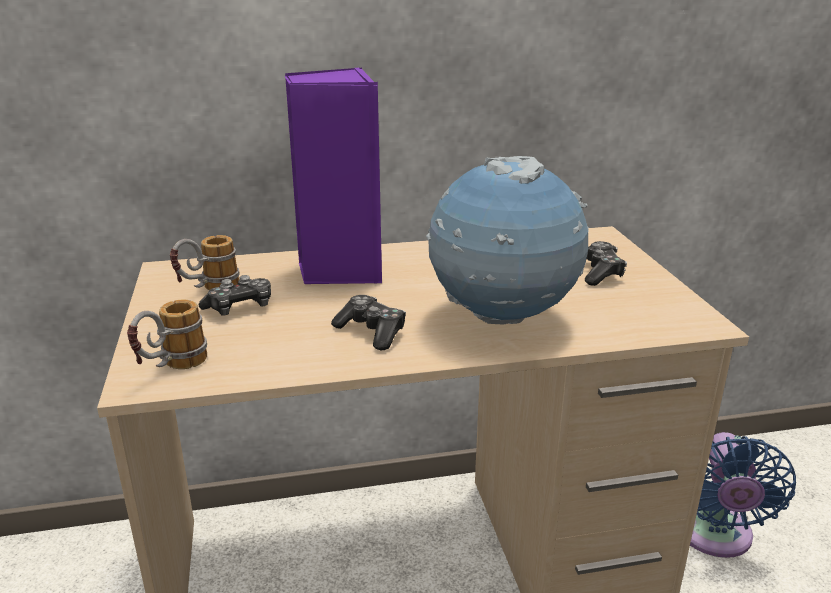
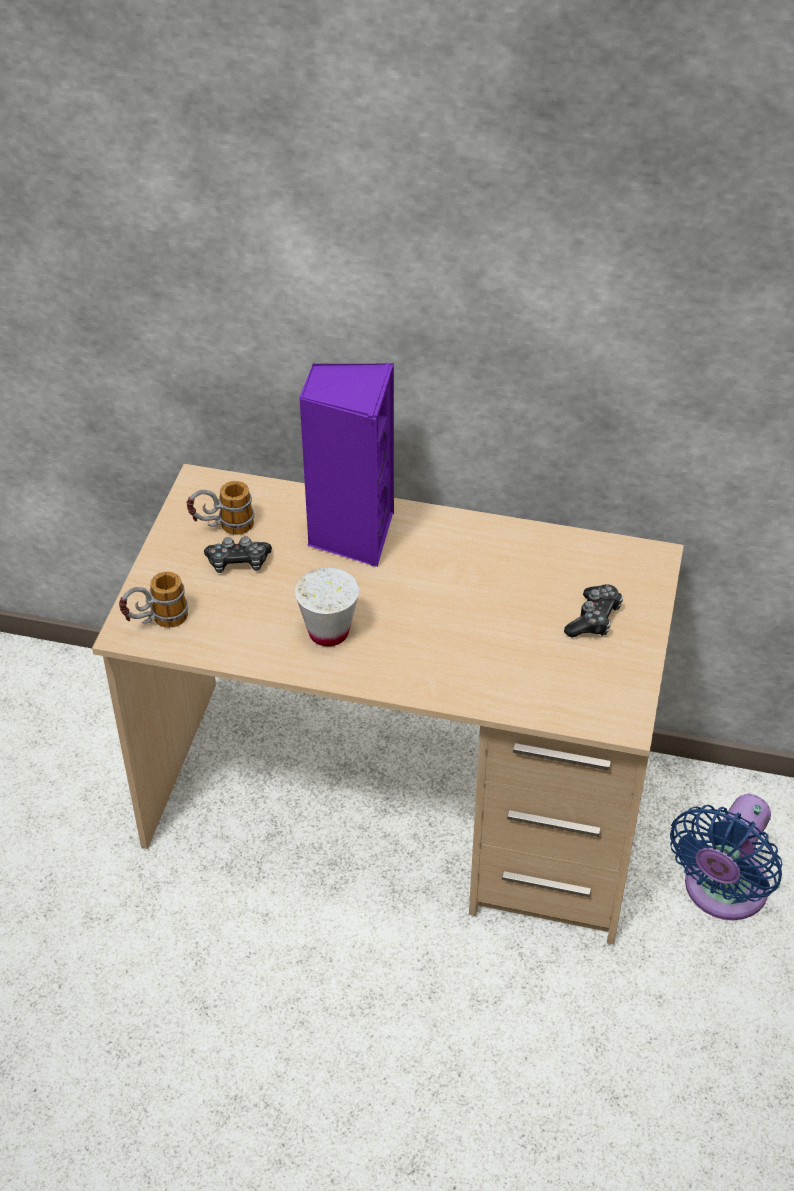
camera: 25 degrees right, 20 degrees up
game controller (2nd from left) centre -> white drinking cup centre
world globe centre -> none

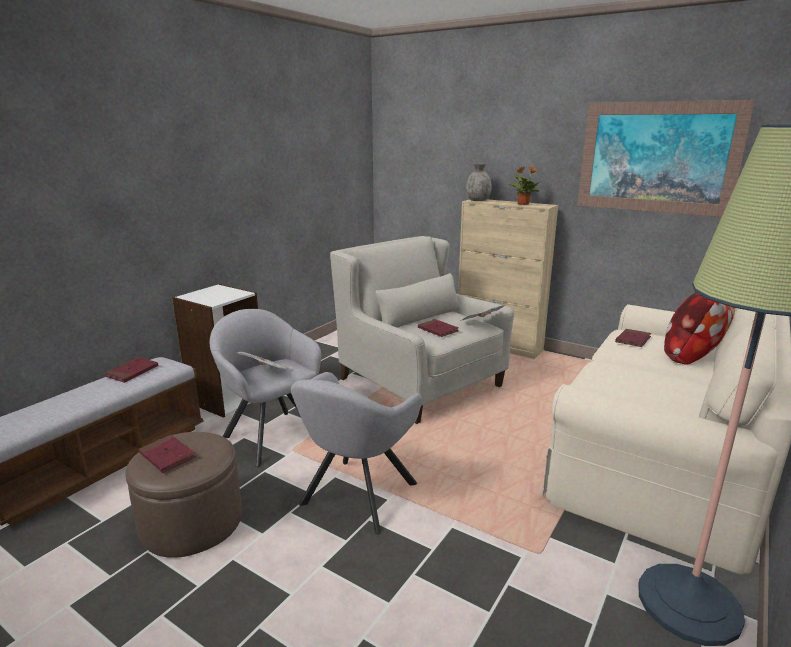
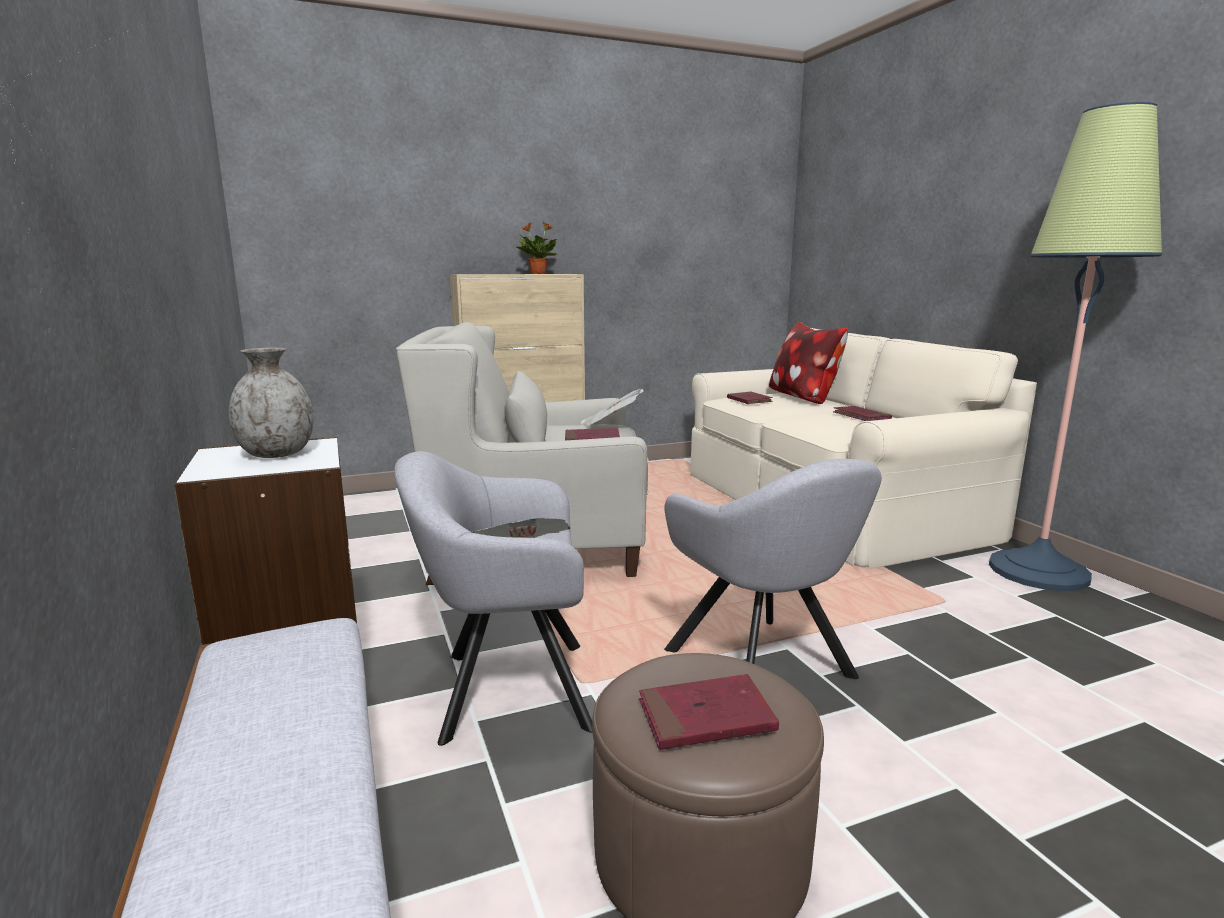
camera: 55 degrees left, 5 degrees down
gray flower vase top centre -> gray flower vase middle left, move
red volume (1st from left in the first image) middle left -> red volume (4th from left) middle right, move
wall picture top right -> none

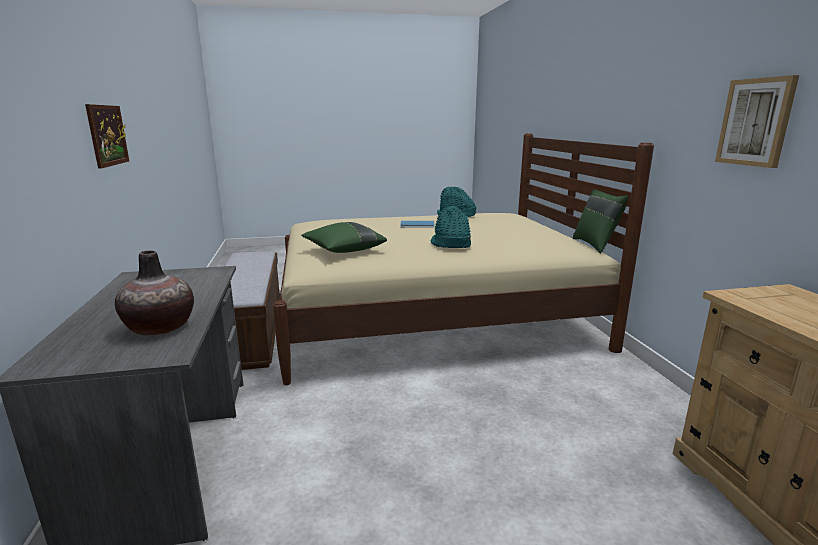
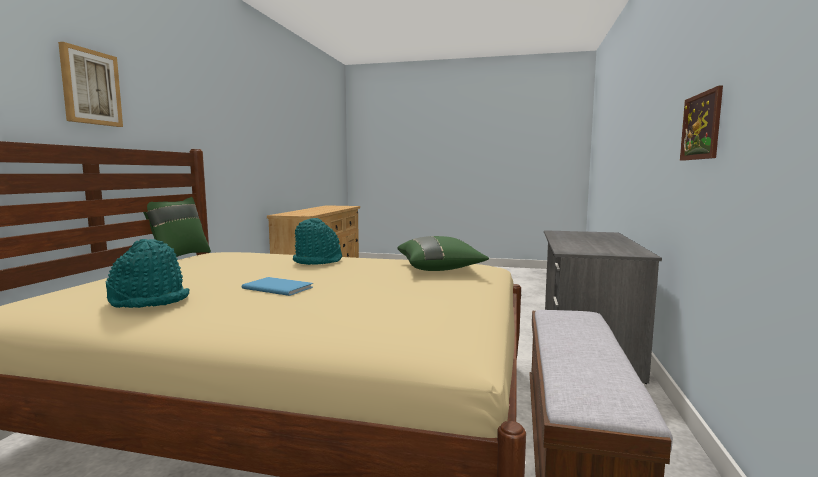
camera: 155 degrees left, 10 degrees down
wall picture (2nd from left in the first image) top right -> wall picture (1st from left) top left, move
flower vase middle left -> none

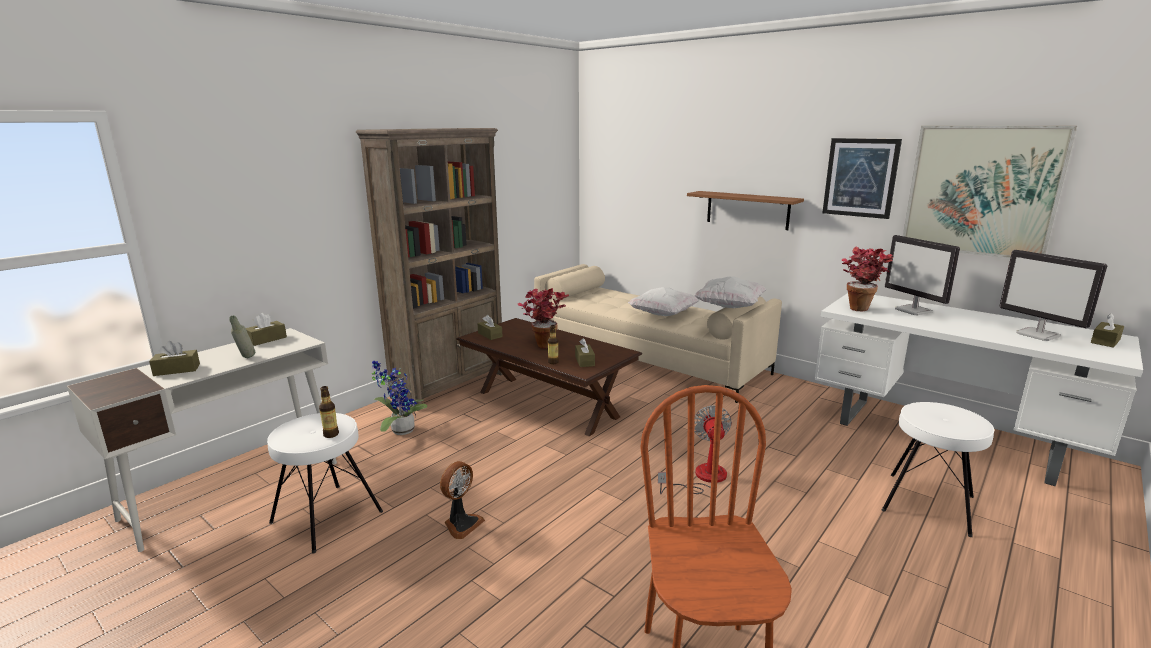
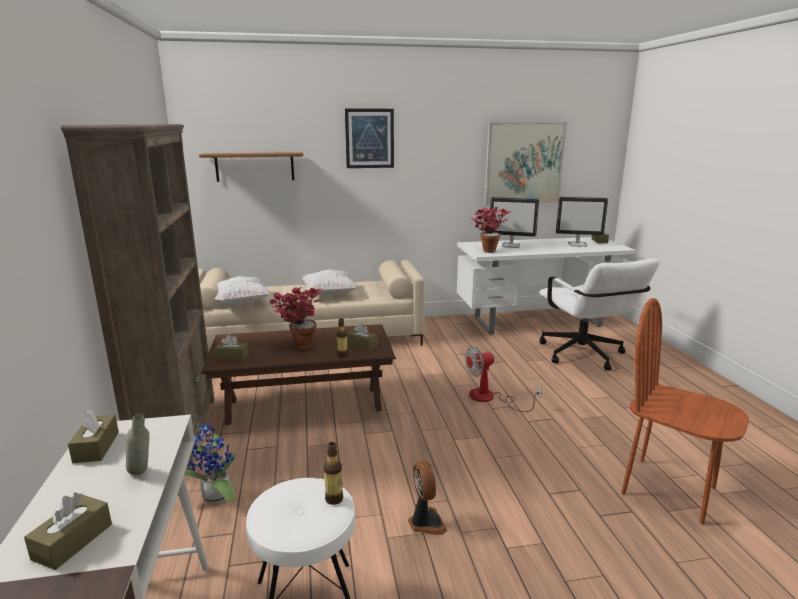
camera: 50 degrees left, 0 degrees up
brown wall shelf top centre -> brown wall shelf top left, move
white cushion (2nd from left in the first image) centre -> white cushion (1st from left) middle left, move
wall picture (1st from left) top right -> wall picture (1st from left) top centre, move
fan (2nd from left) bottom centre -> fan (2nd from left) centre, 60 degrees counterclockwise
white stool seat (2nd from left) bottom right -> white office chair middle right

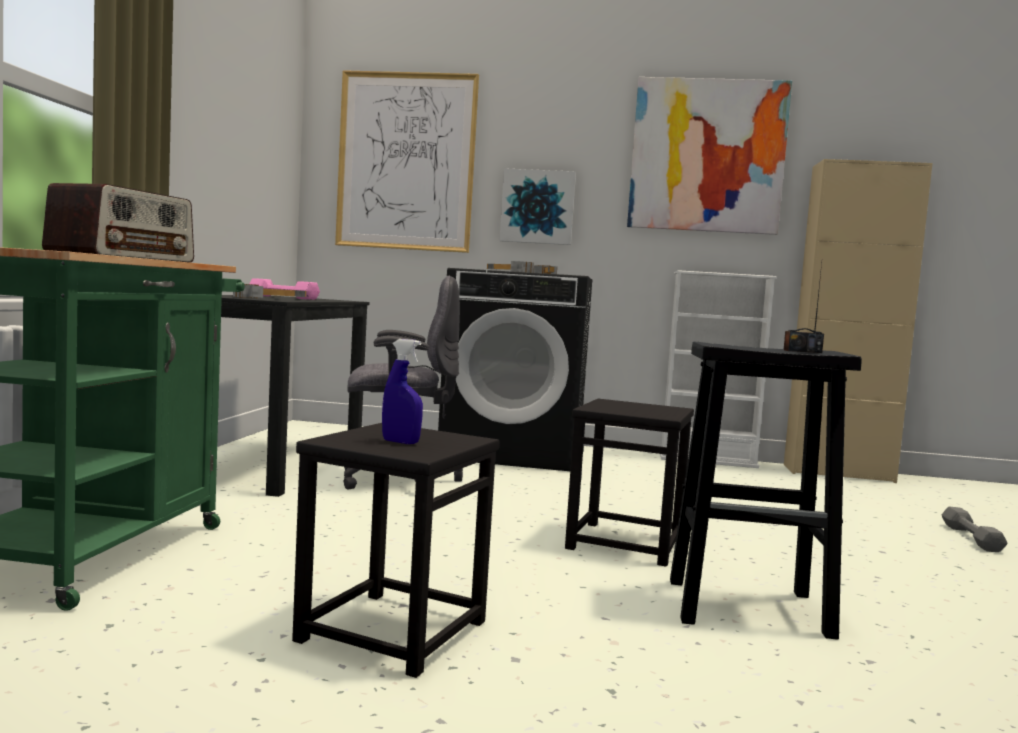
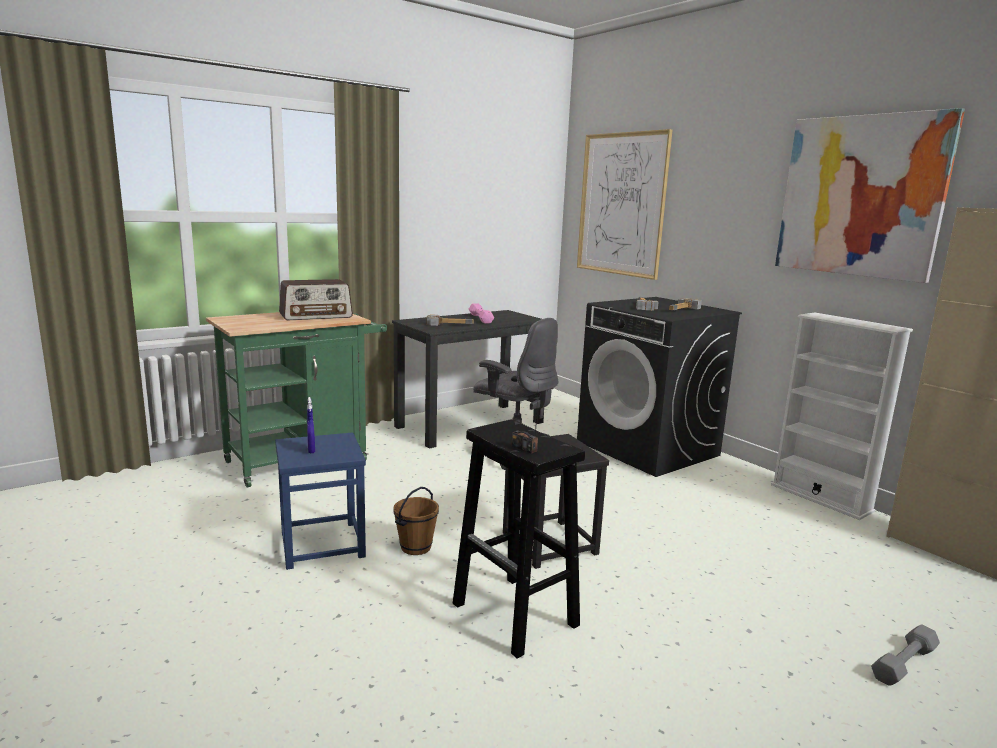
camera: 45 degrees right, 10 degrees up
blackish stool seat (1st from left) bottom centre -> bluish stool seat bottom left
none -> brown pail bottom centre
wall picture (2nd from left) top centre -> none

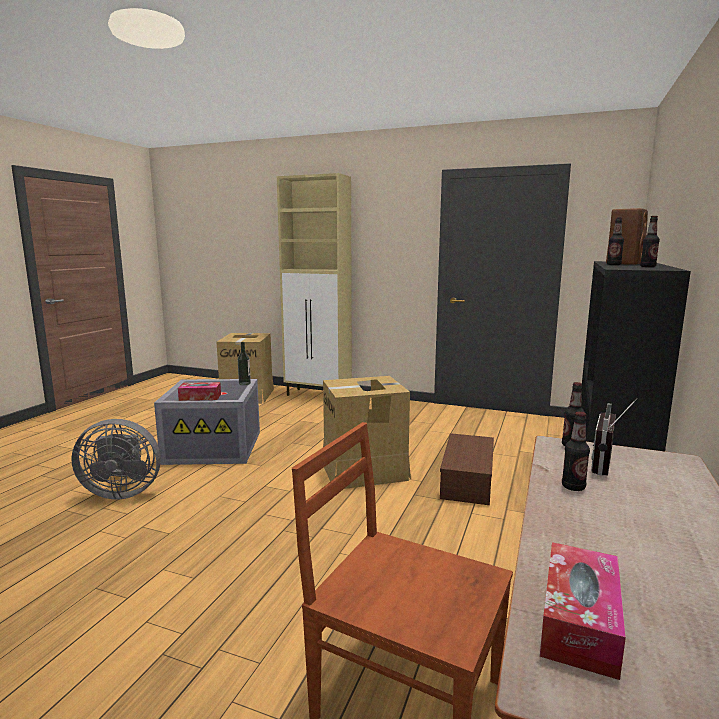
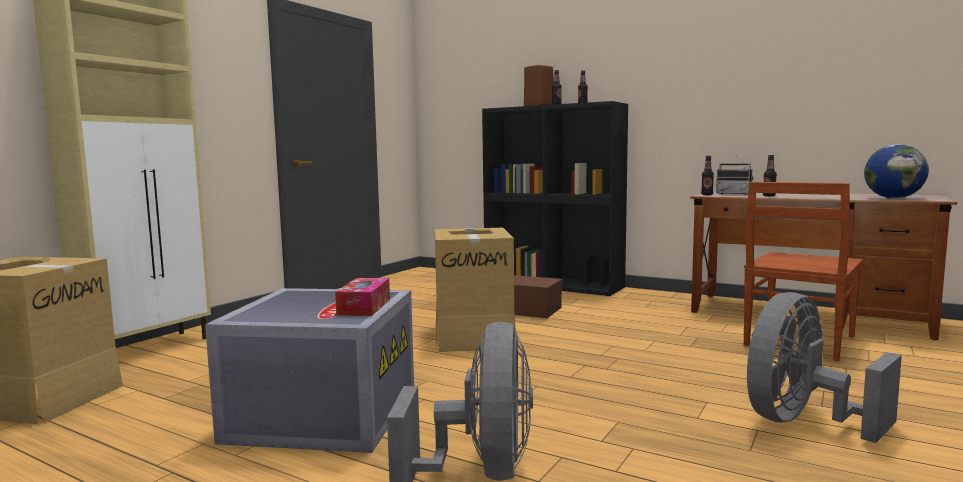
camera: 80 degrees left, 5 degrees down
none -> gray fan (2nd from left) bottom right
tissue box (2nd from left) bottom right -> world globe middle right
drink bottle (1st from left) centre -> none

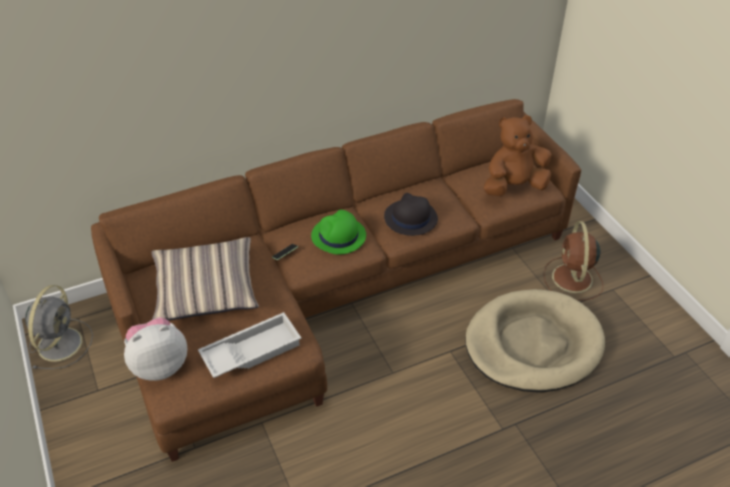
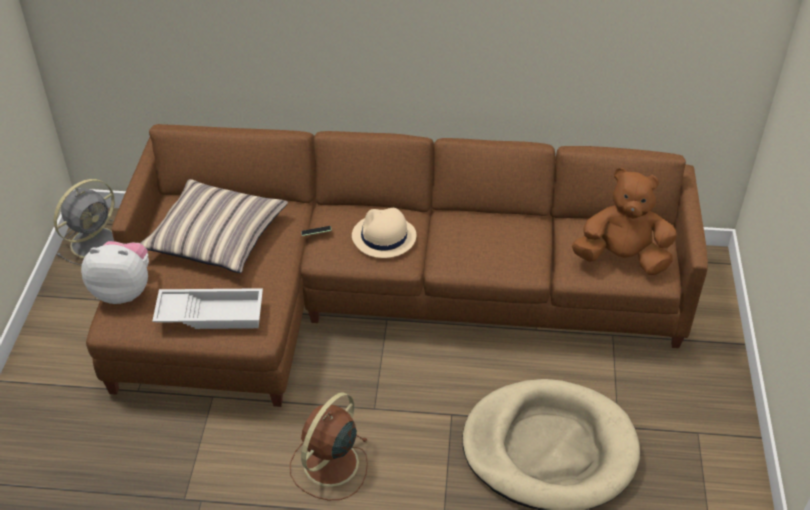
camera: 30 degrees right, 0 degrees up
brown fan middle right -> brown fan bottom centre, move
green-coloured clothing hat centre -> sand-coloured clothing hat centre
blackish clothing hat centre -> none

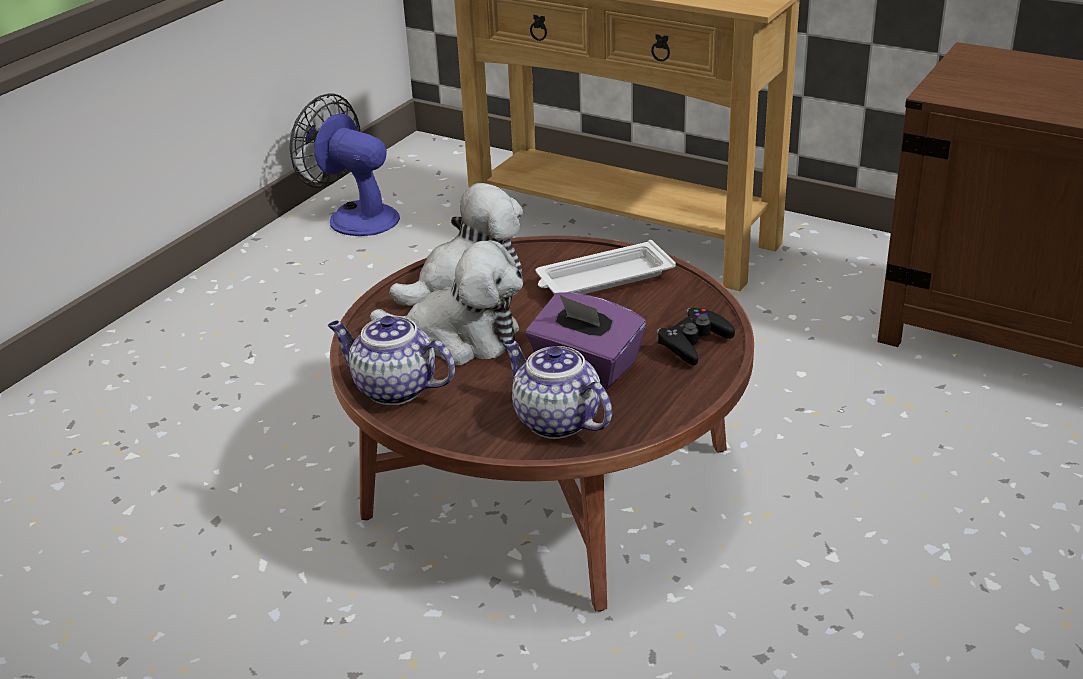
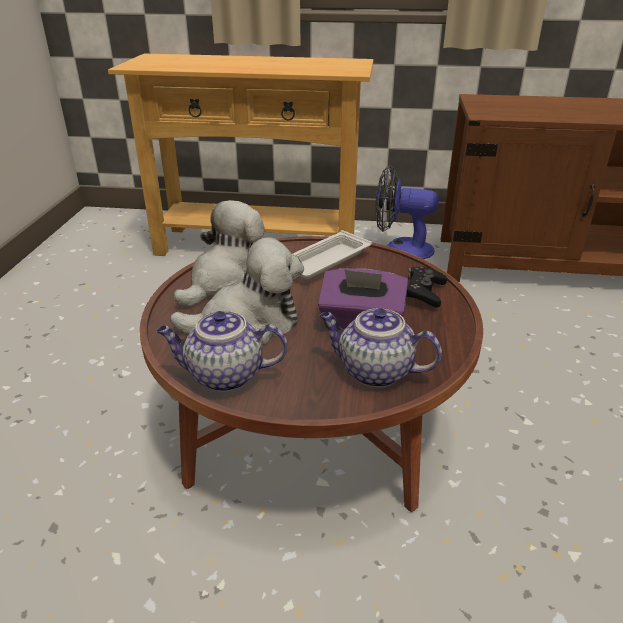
camera: 25 degrees left, 0 degrees up
fan top left -> fan centre, move

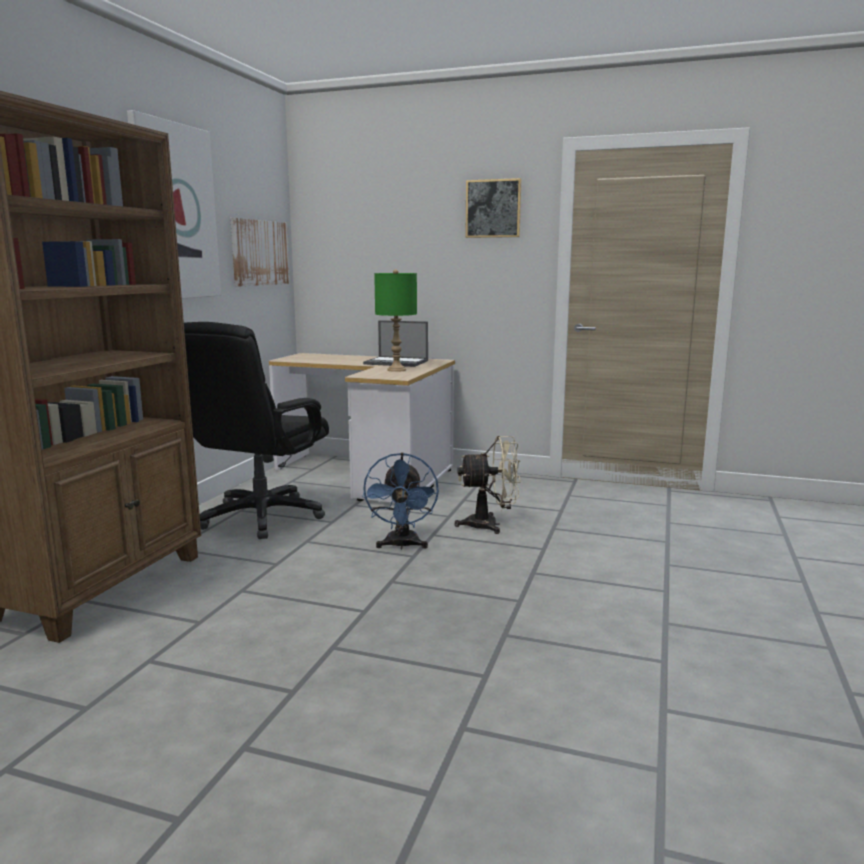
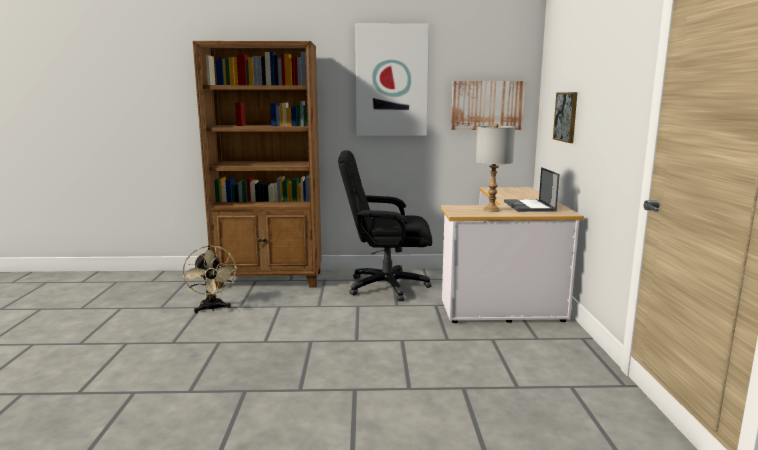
camera: 70 degrees right, 0 degrees up
sand-coloured fan centre -> sand-coloured fan middle left, move
green-coloured tabletop lamp centre -> gray tabletop lamp centre
wall picture (3rd from left) top centre -> wall picture (3rd from left) top right, move
bluish fan centre -> none

